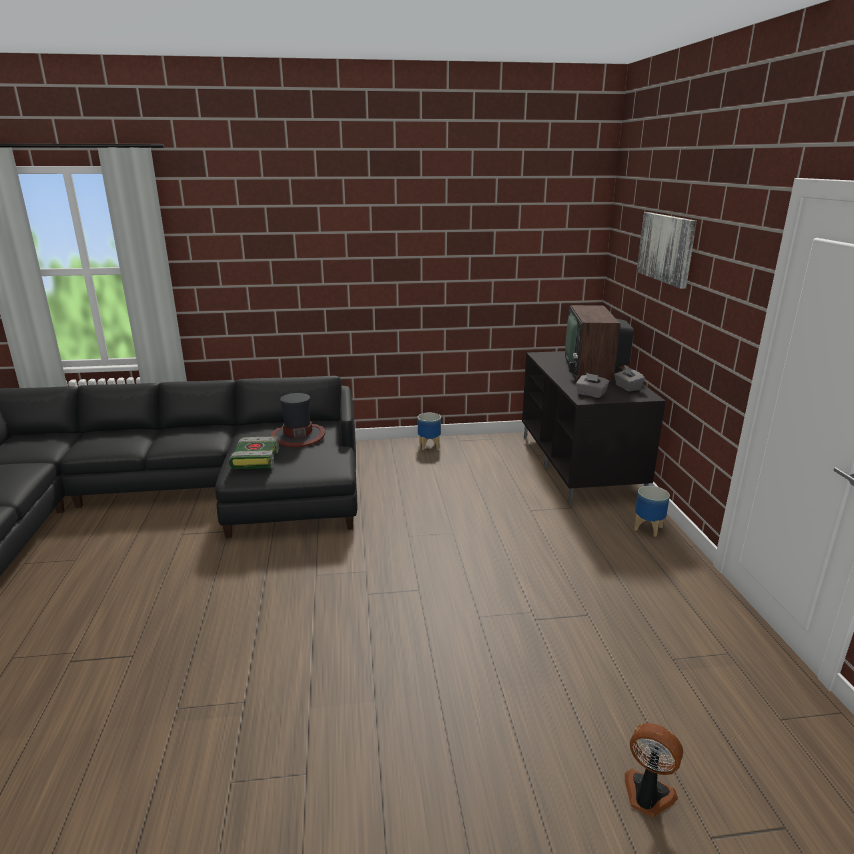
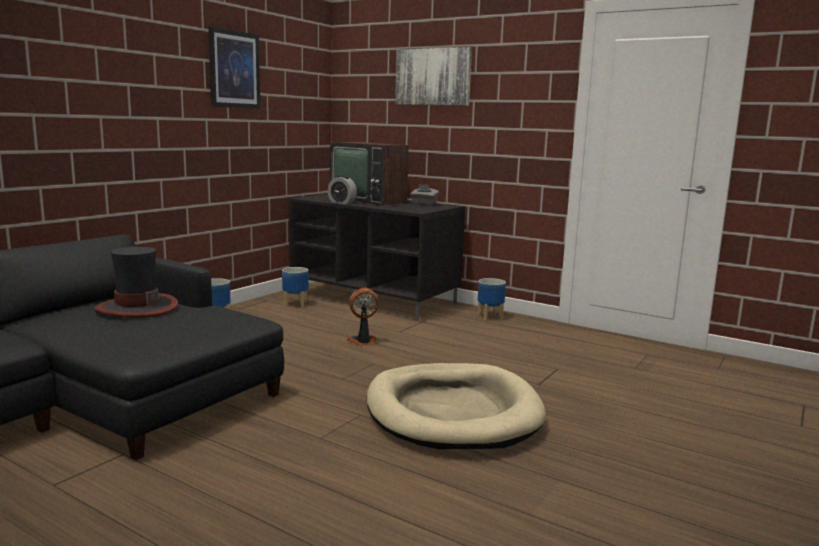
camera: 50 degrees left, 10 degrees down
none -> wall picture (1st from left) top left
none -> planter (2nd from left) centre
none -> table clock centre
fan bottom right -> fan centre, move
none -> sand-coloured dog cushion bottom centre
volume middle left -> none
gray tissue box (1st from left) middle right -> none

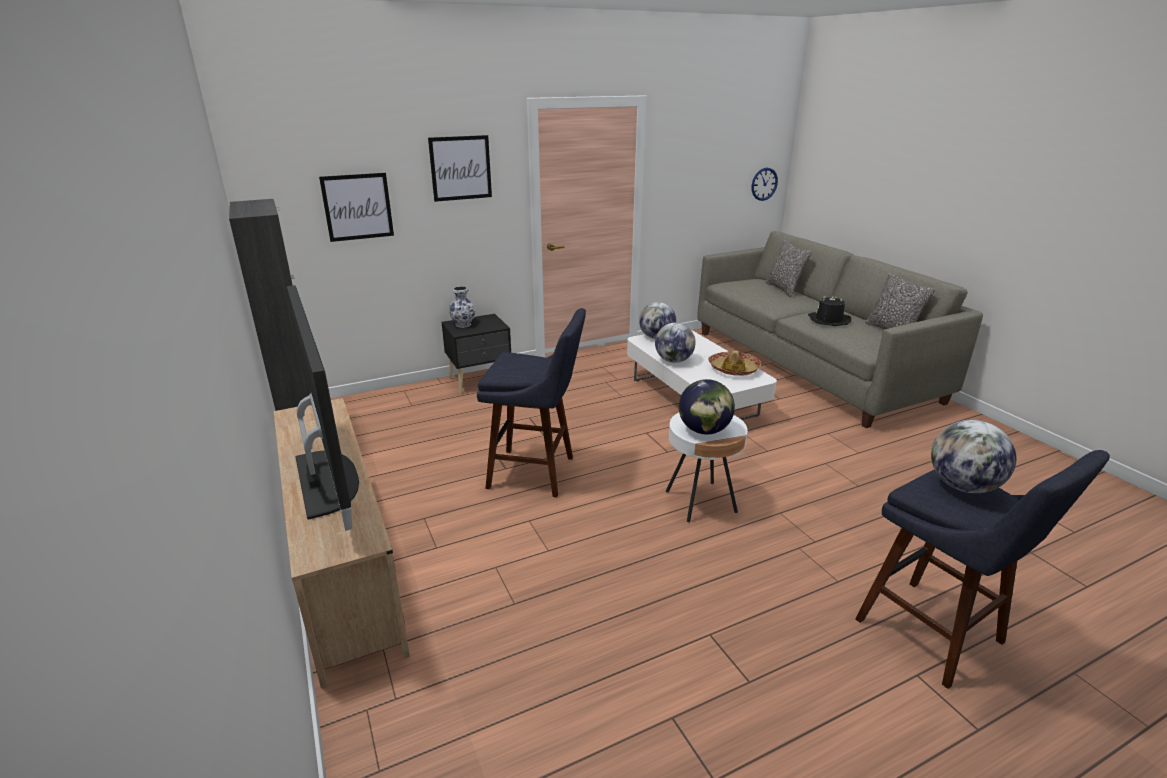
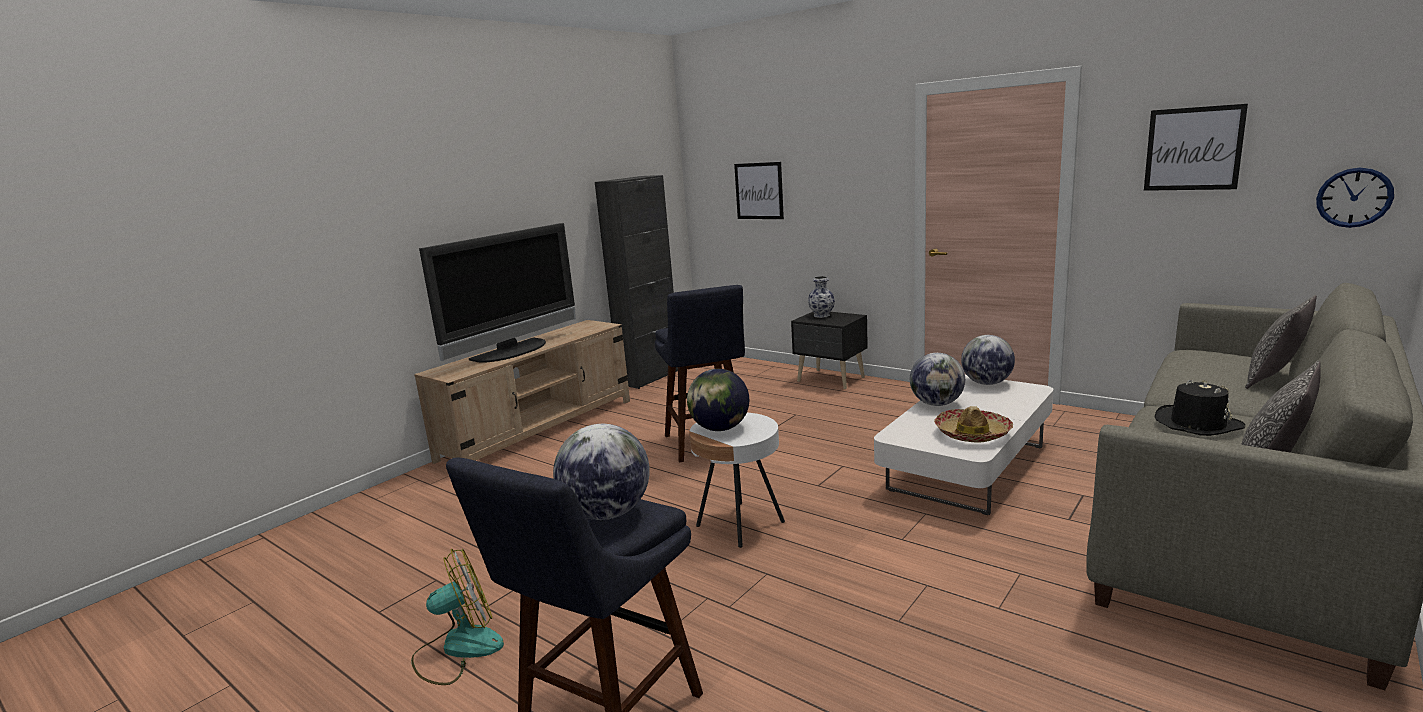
camera: 65 degrees right, 10 degrees down
none -> fan bottom left
wall picture (2nd from left) top centre -> wall picture (2nd from left) top right, move

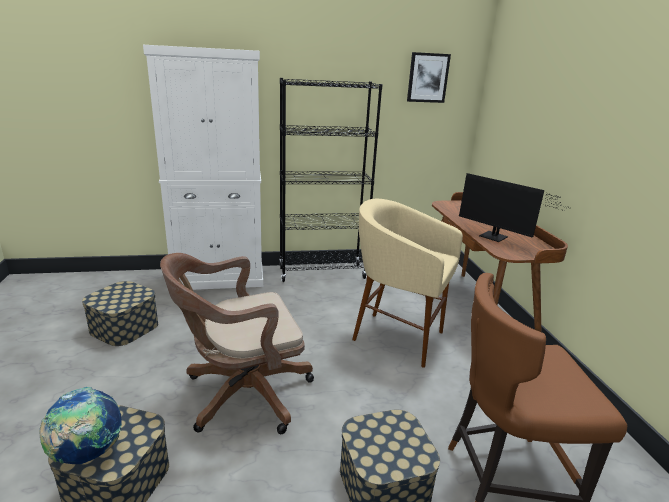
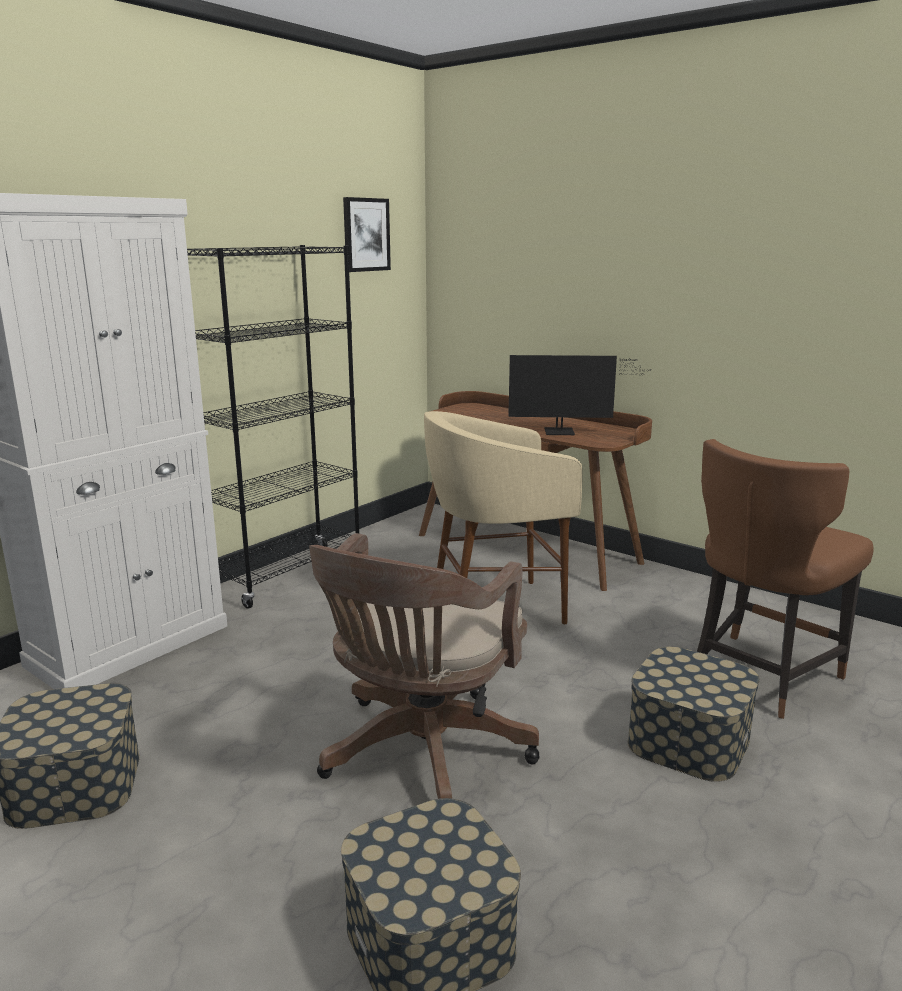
camera: 40 degrees left, 5 degrees down
world globe bottom left -> none

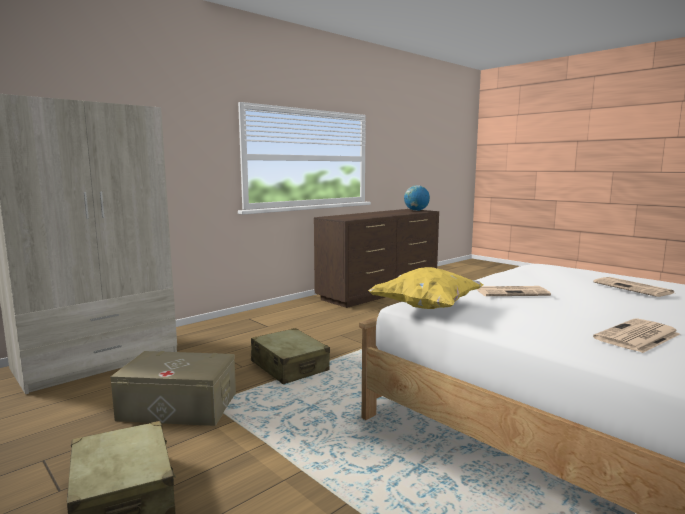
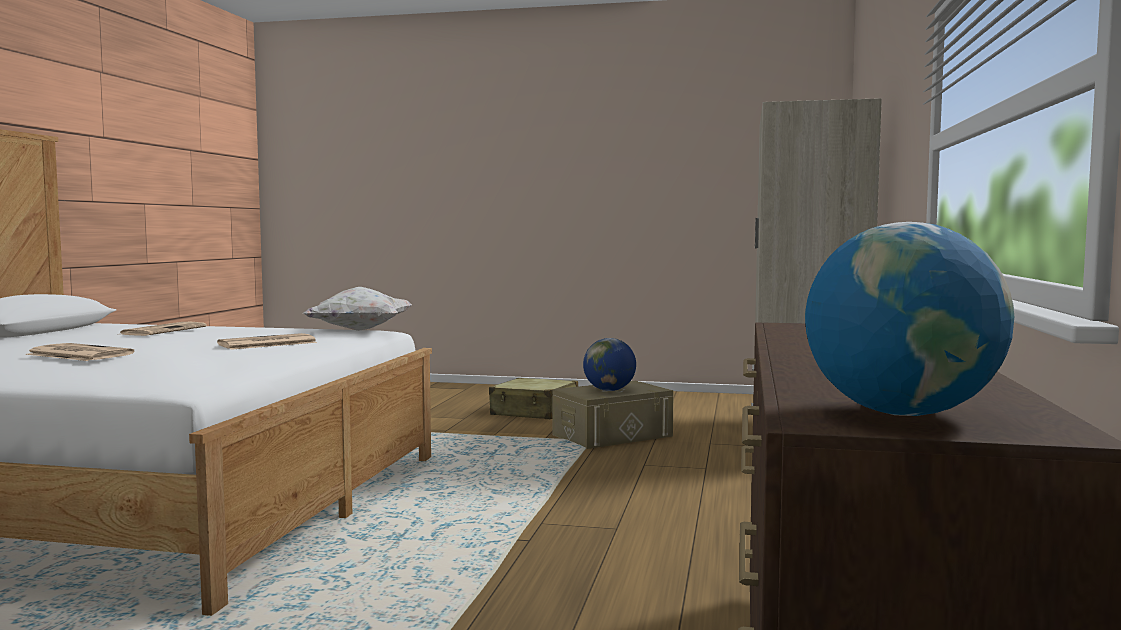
camera: 145 degrees right, 5 degrees down
yellowish cushion centre -> white cushion middle left
none -> world globe (1st from left) centre
sand-coloured piece of luggage (2nd from left) bottom centre -> none

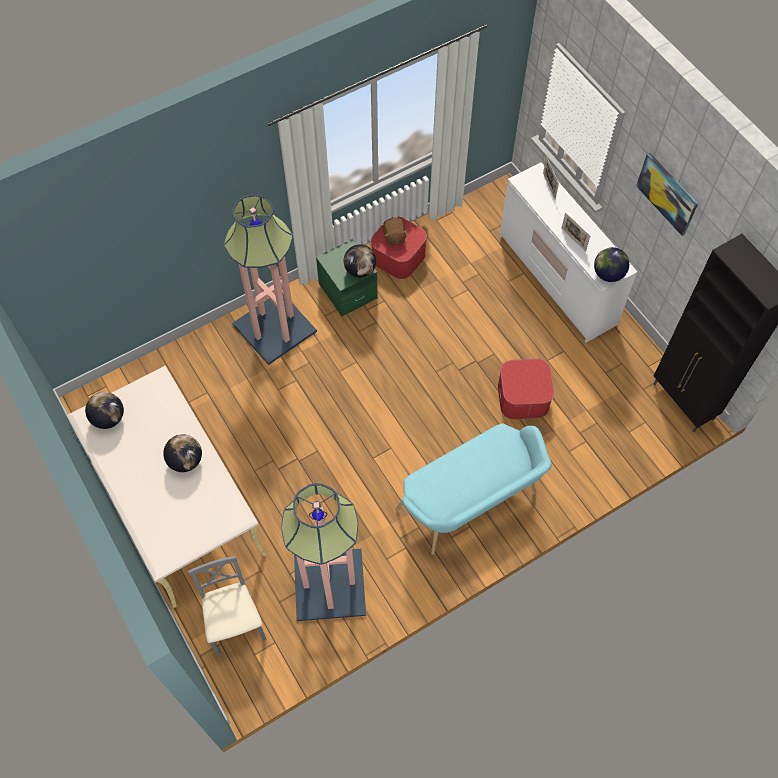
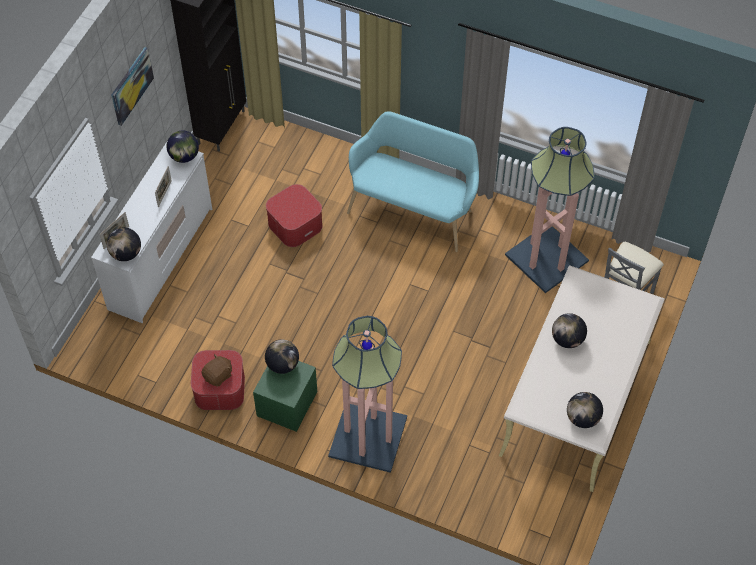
camera: 125 degrees left, 5 degrees down
none -> world globe (1st from left) middle left

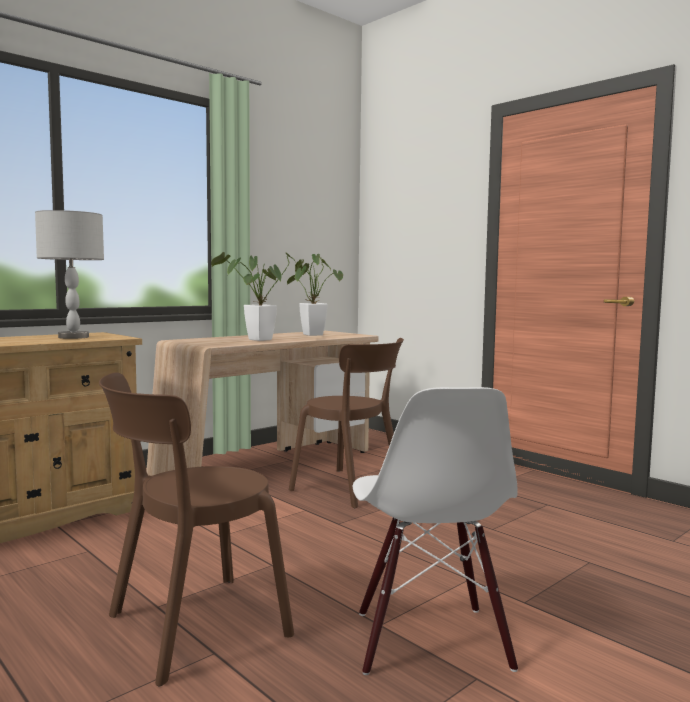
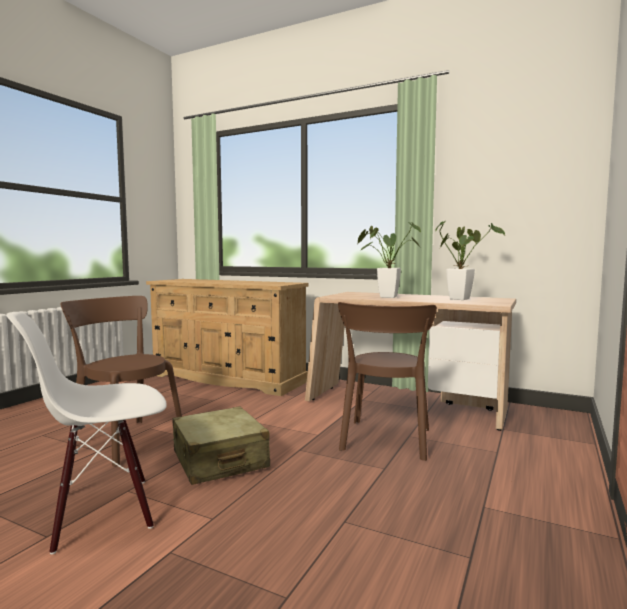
camera: 70 degrees right, 0 degrees up
none -> sand-coloured piece of luggage bottom centre
gray tabletop lamp middle left -> none

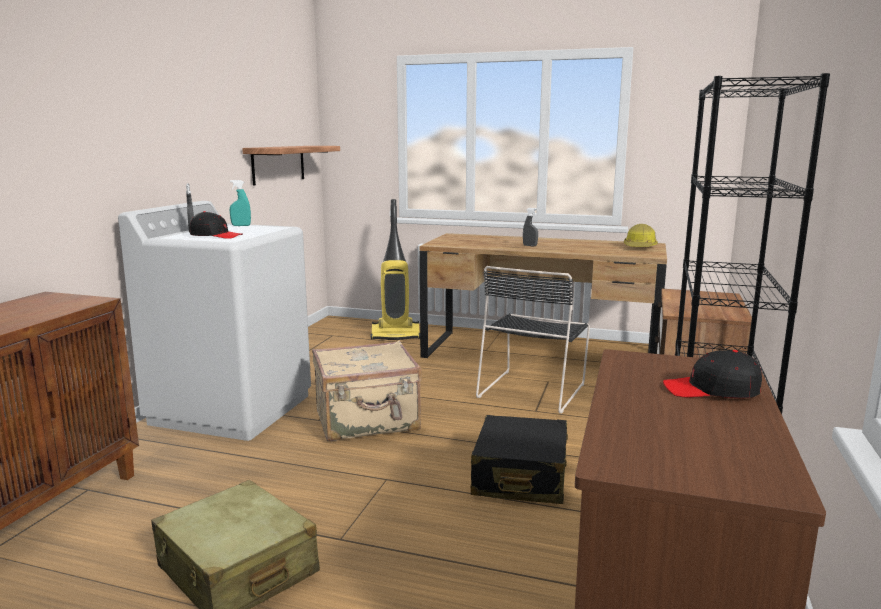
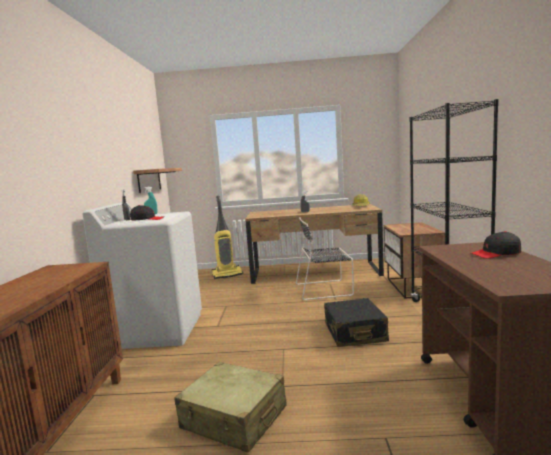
camera: 15 degrees left, 5 degrees down
blackish plain chair centre, 75 degrees clockwise
sand-coloured piece of luggage (2nd from left) centre -> none

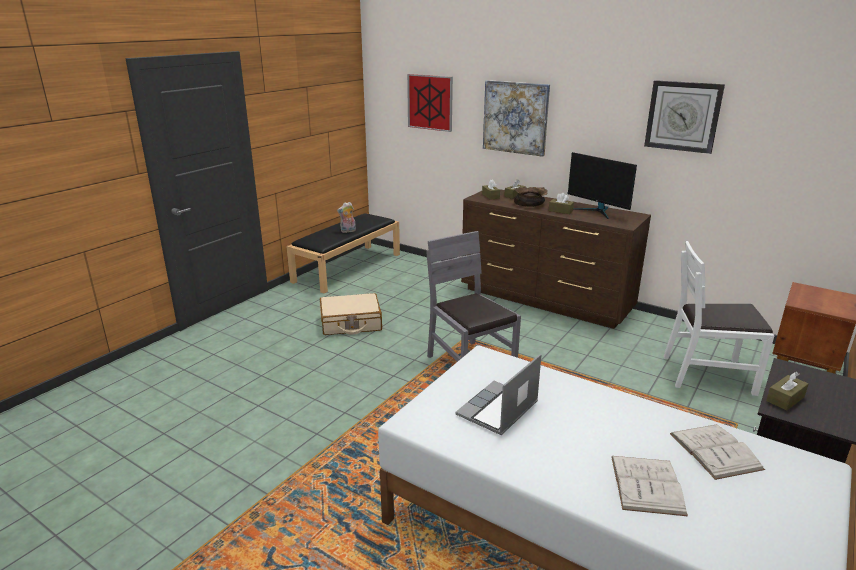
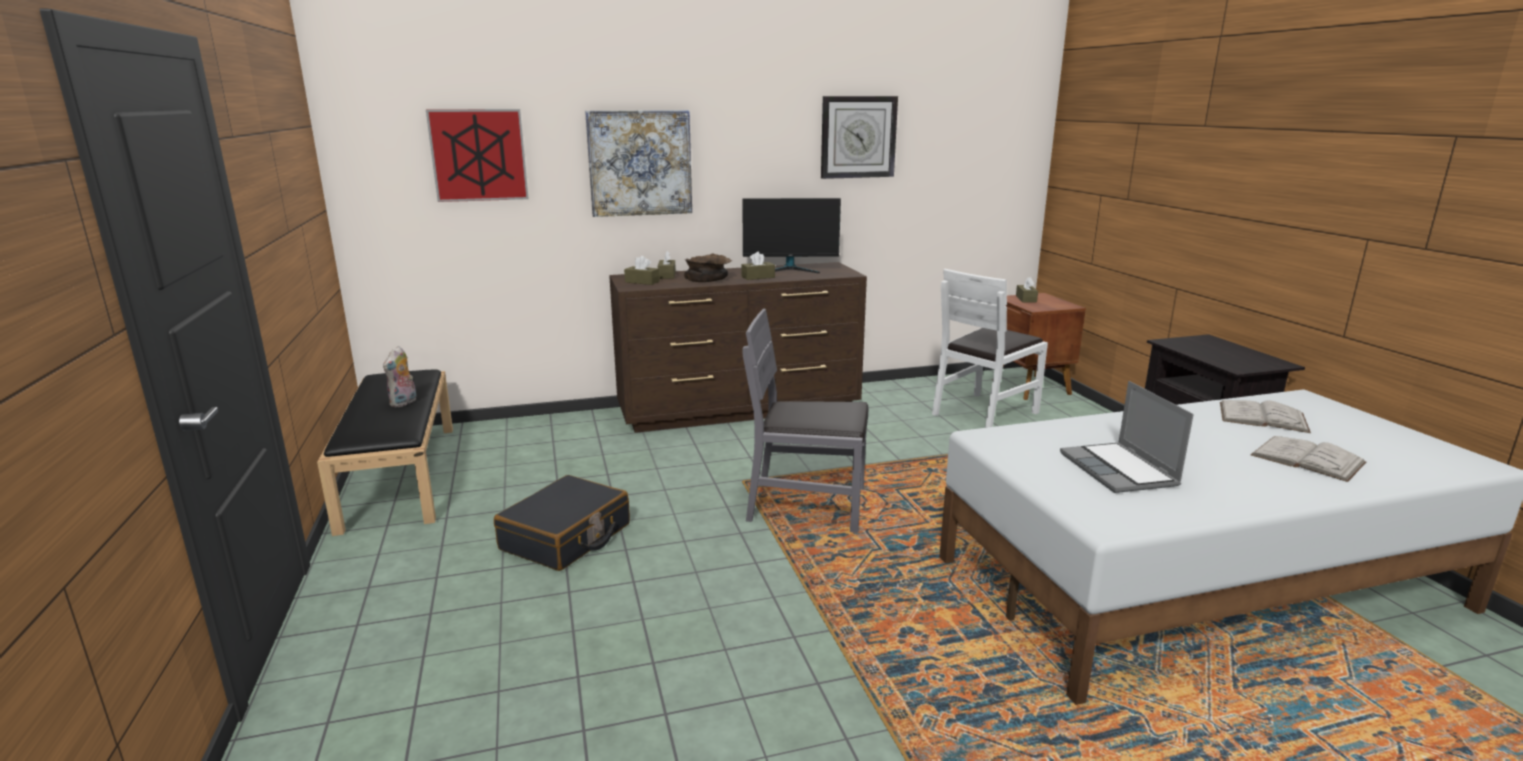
camera: 50 degrees left, 5 degrees down
sand-coloured piece of luggage centre -> blackish piece of luggage bottom centre
brown tissue box (4th from left) bottom right -> brown tissue box (4th from left) middle right, move

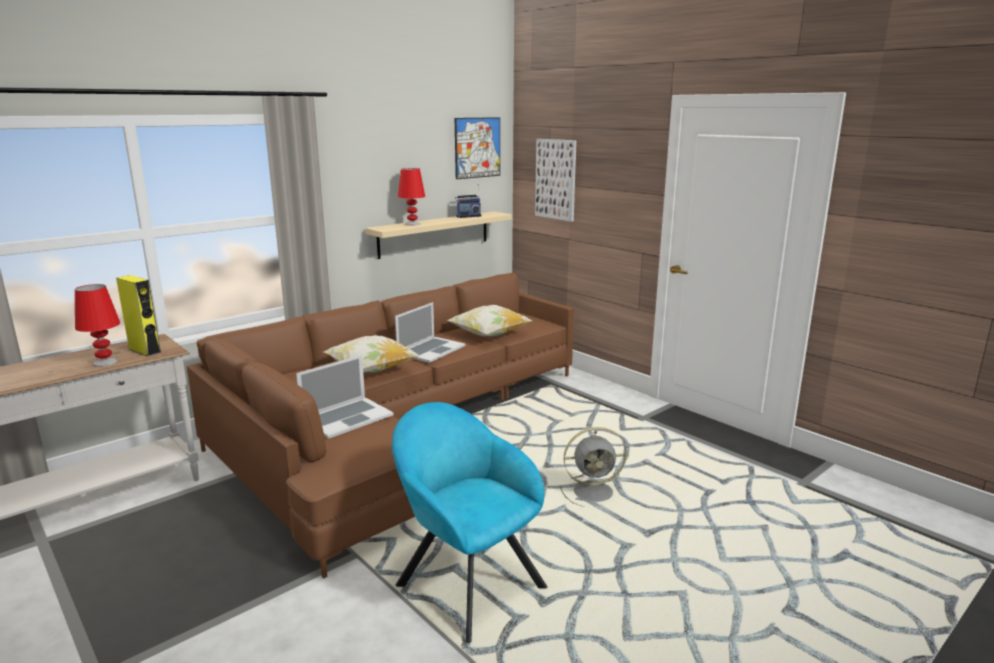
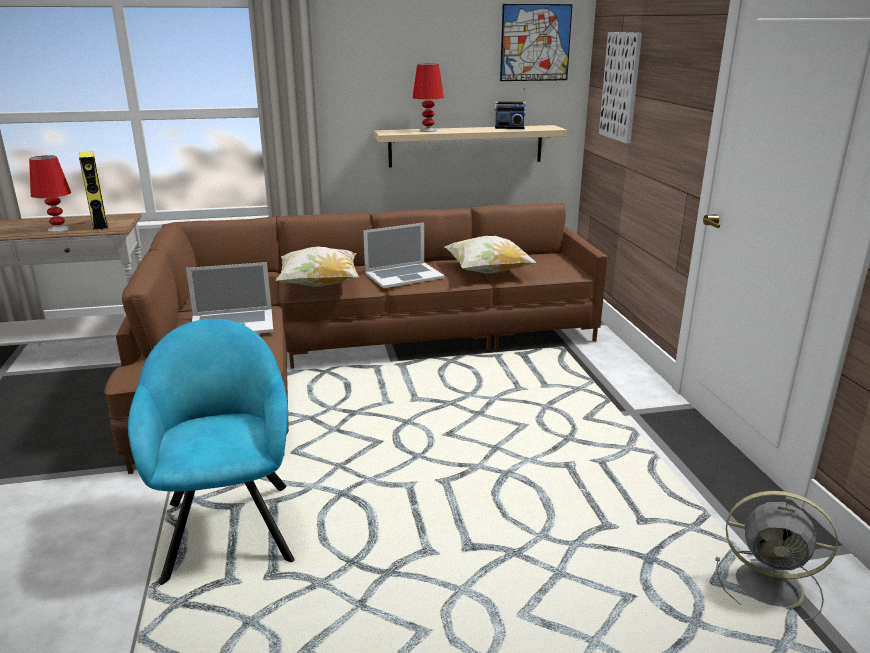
camera: 30 degrees right, 5 degrees up
gray fan bottom centre -> gray fan bottom right, move

